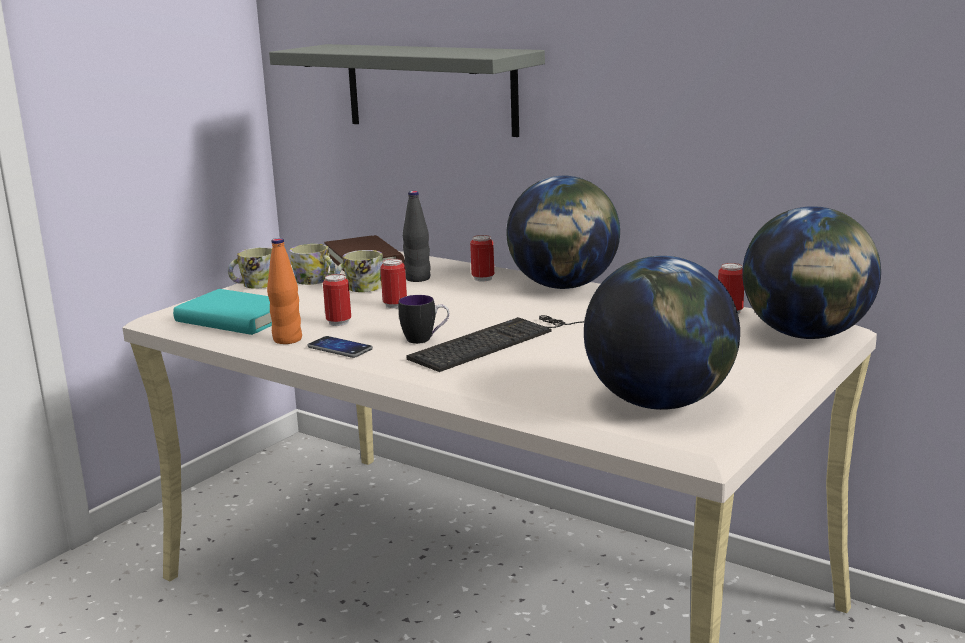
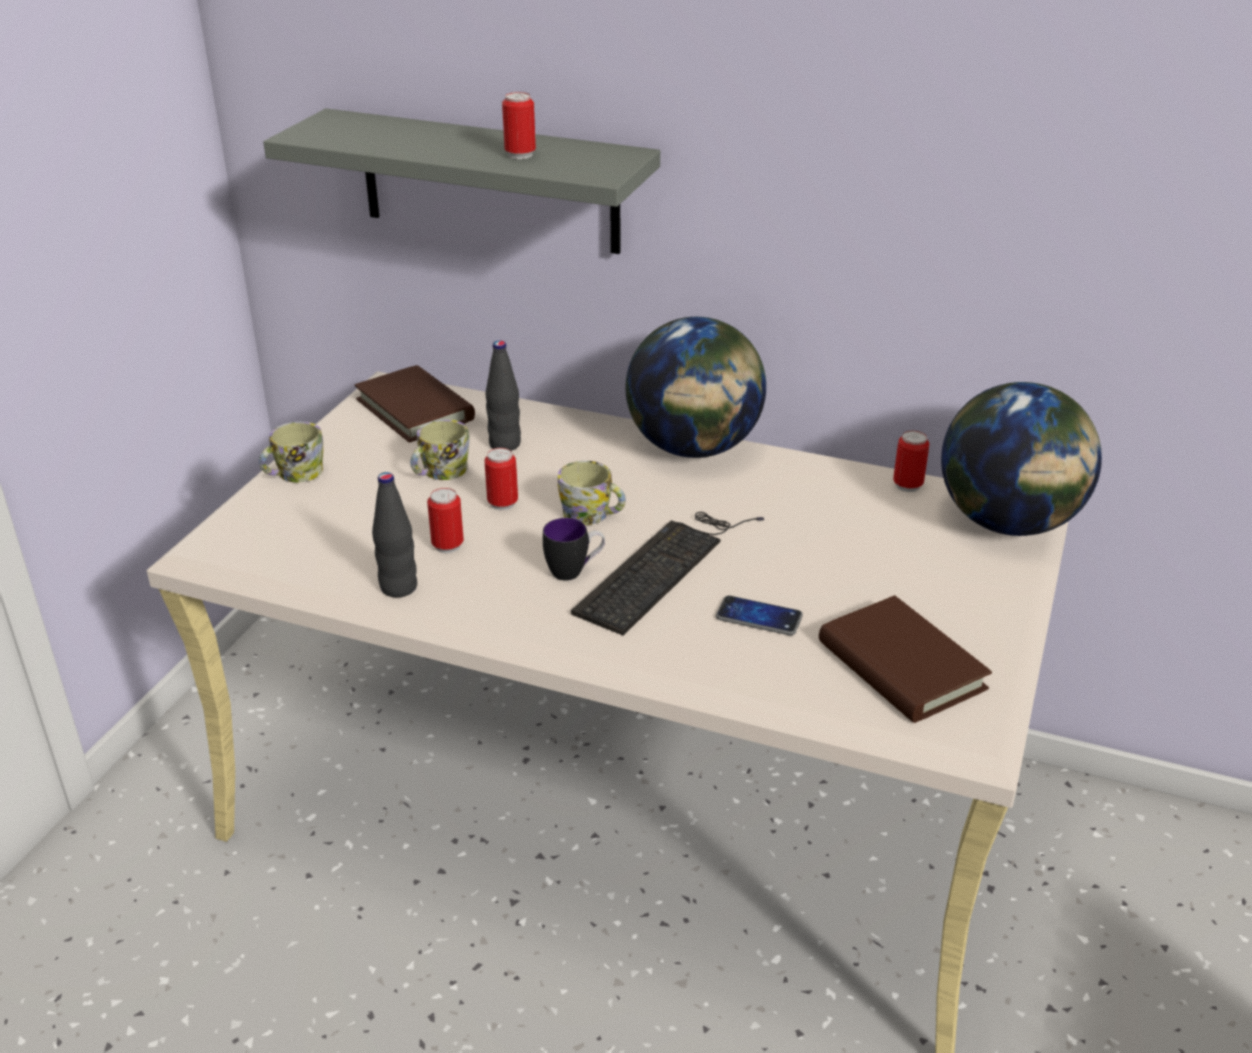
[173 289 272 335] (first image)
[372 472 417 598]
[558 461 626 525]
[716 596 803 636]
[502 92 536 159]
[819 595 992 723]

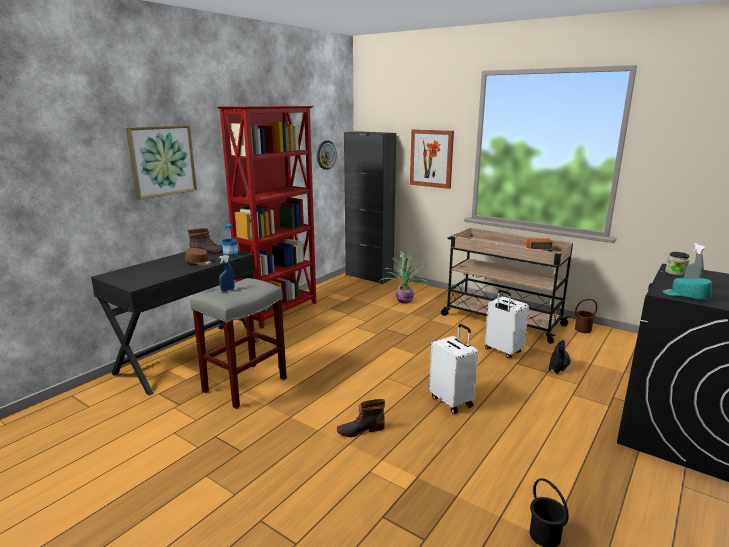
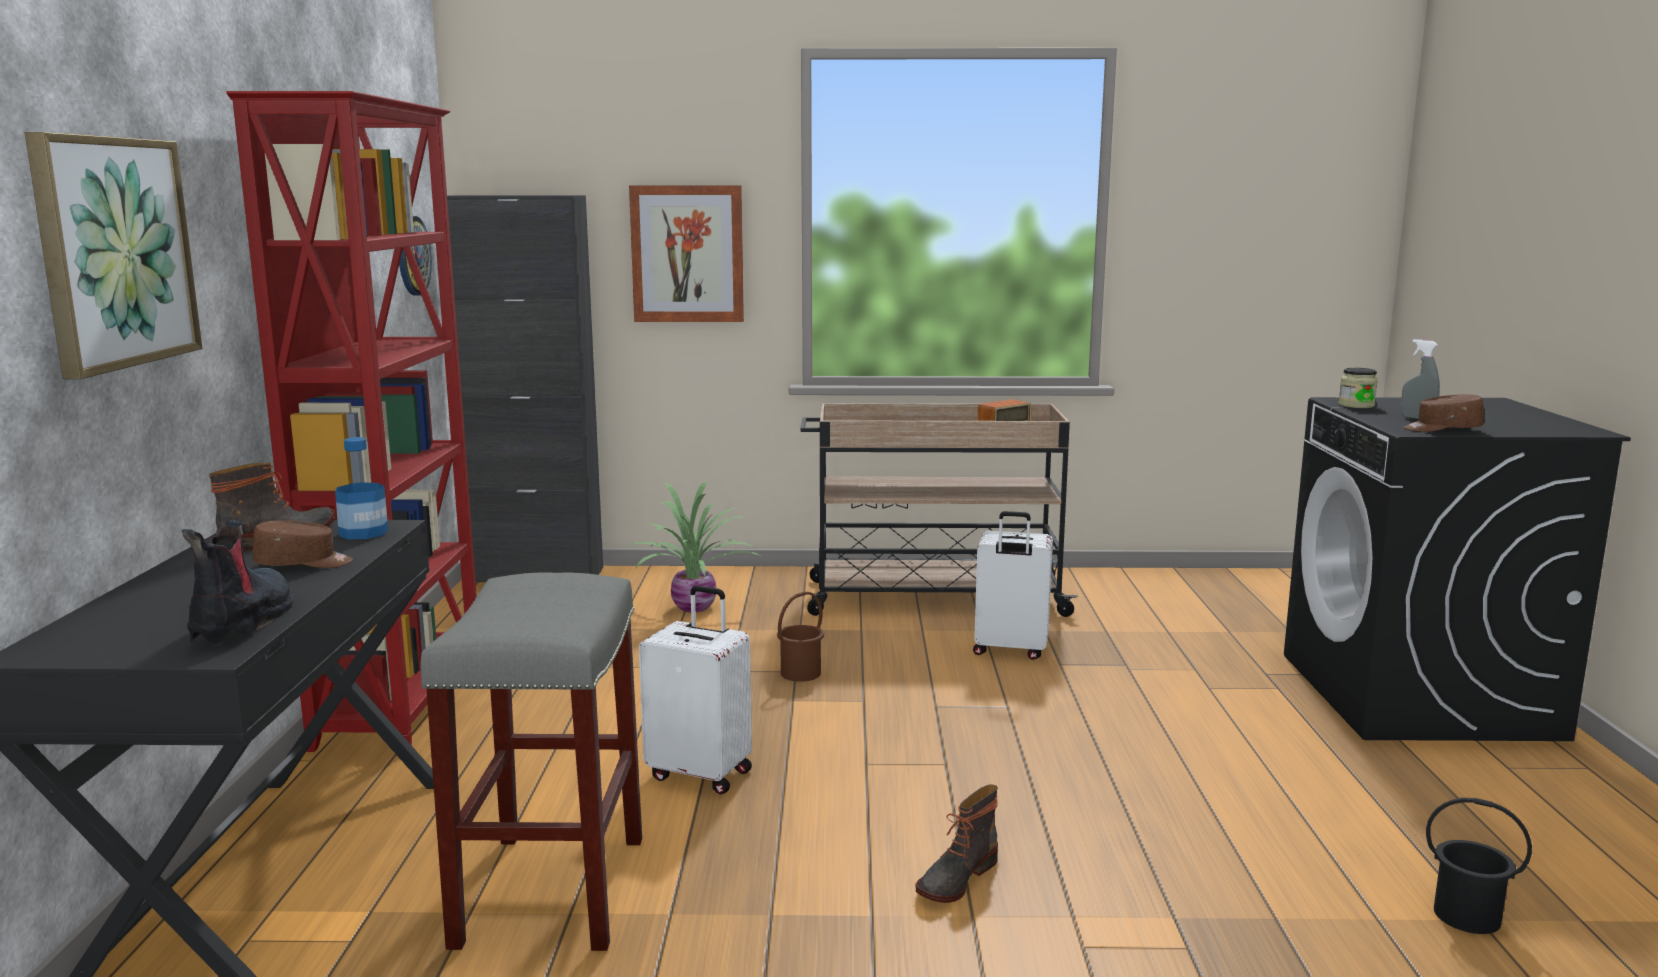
[219 255 235 291] (first image)
[639 586 752 794]
[182 520 294 646]
[777 592 824 682]
[1403 394 1484 432]

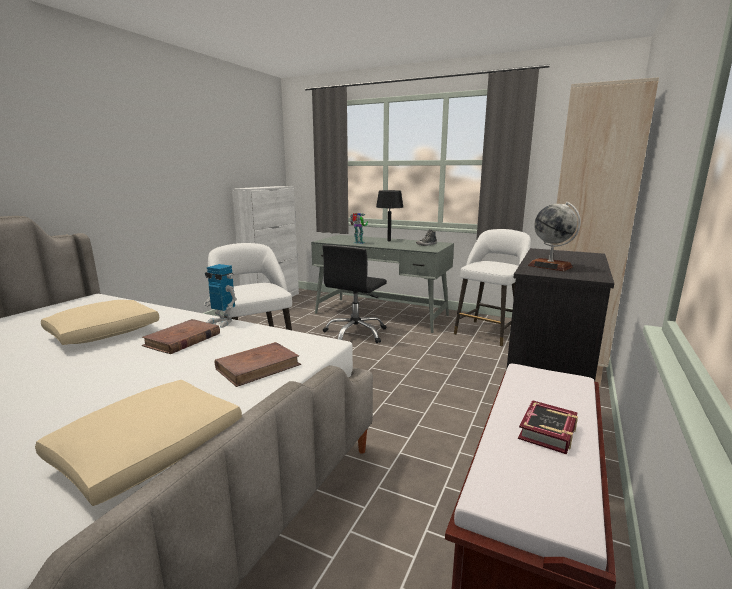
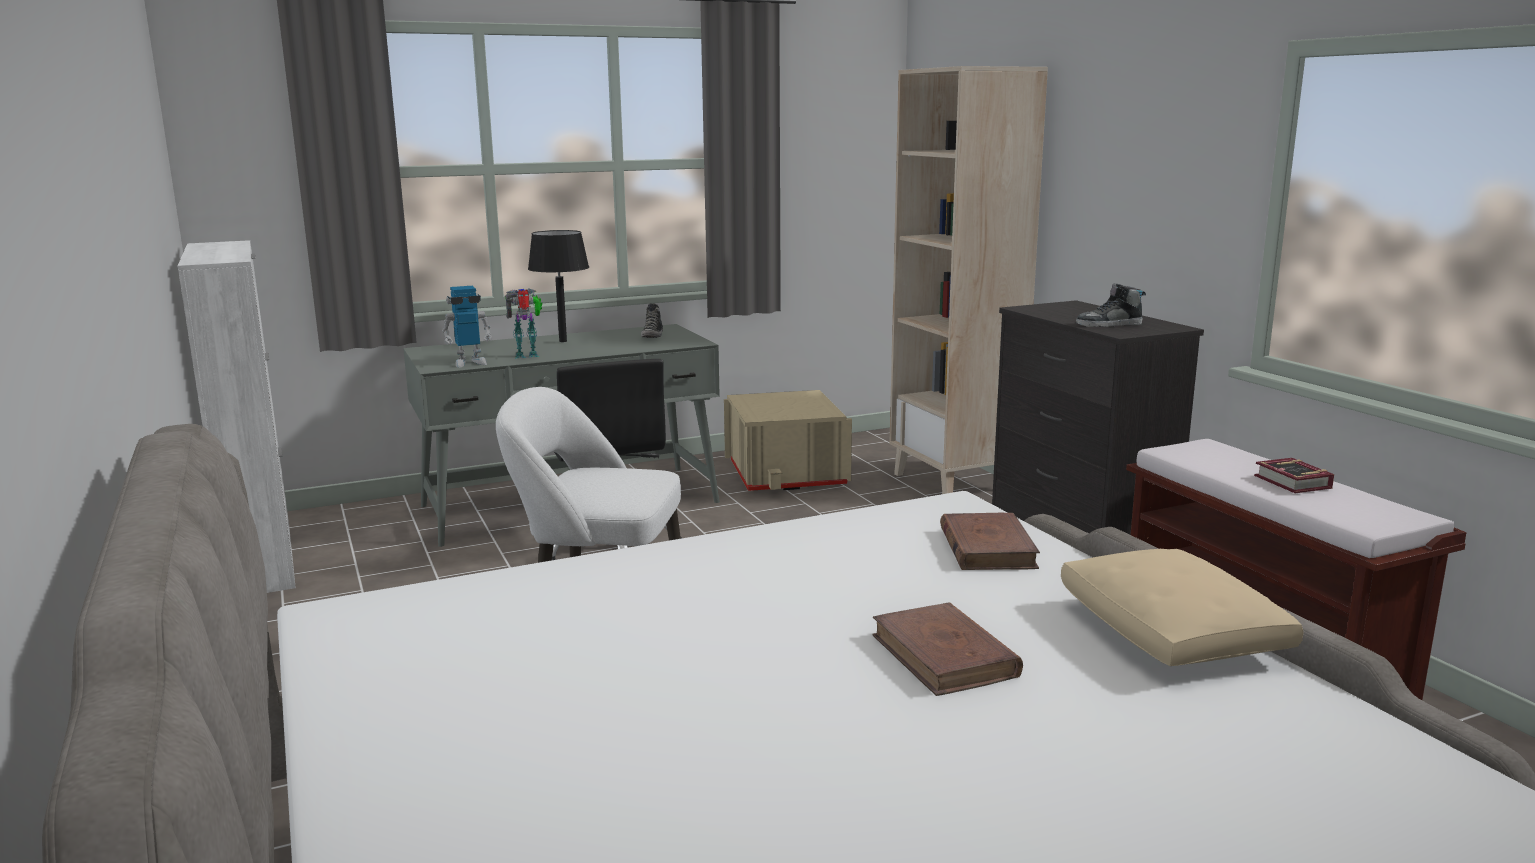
[41 300 159 345] (first image)
[872 602 1023 696]
[442 286 493 368]
[724 390 852 491]
[1076 283 1146 327]

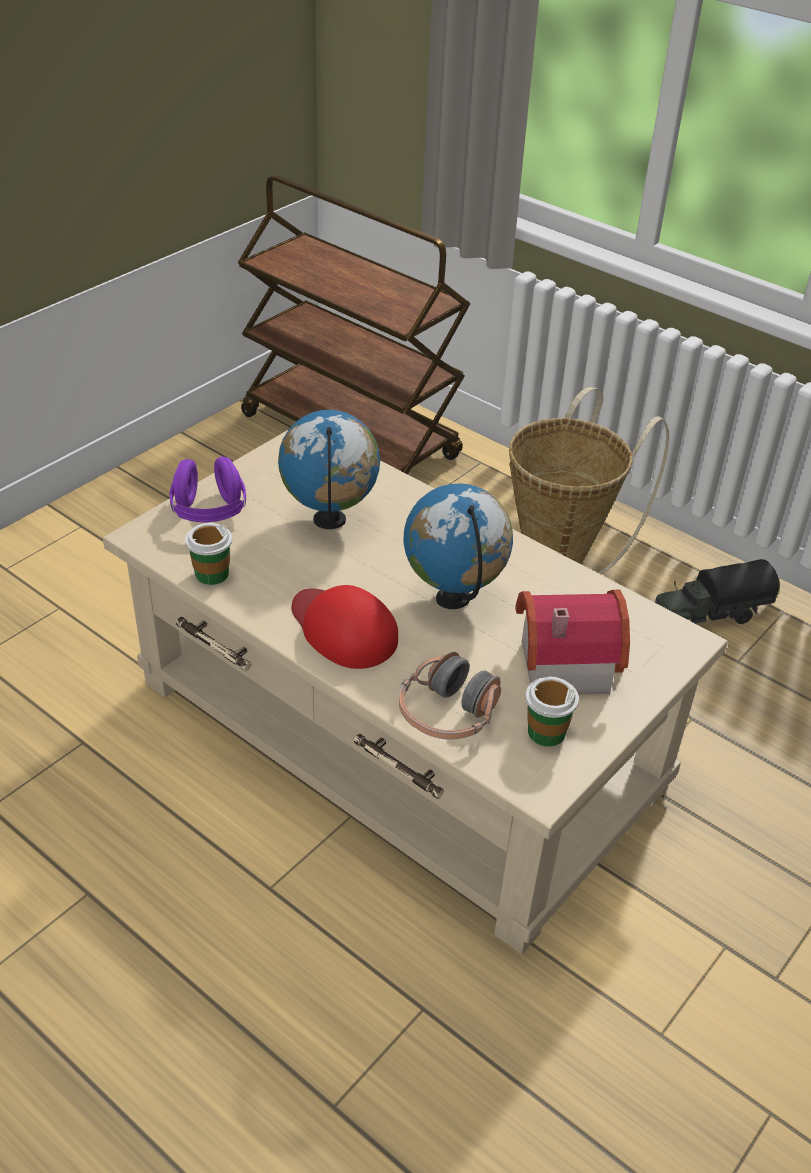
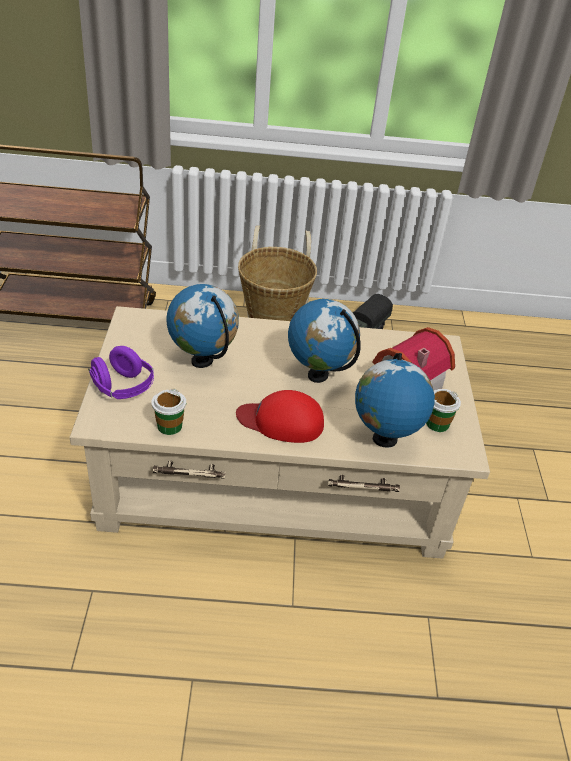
[355 353 435 448]

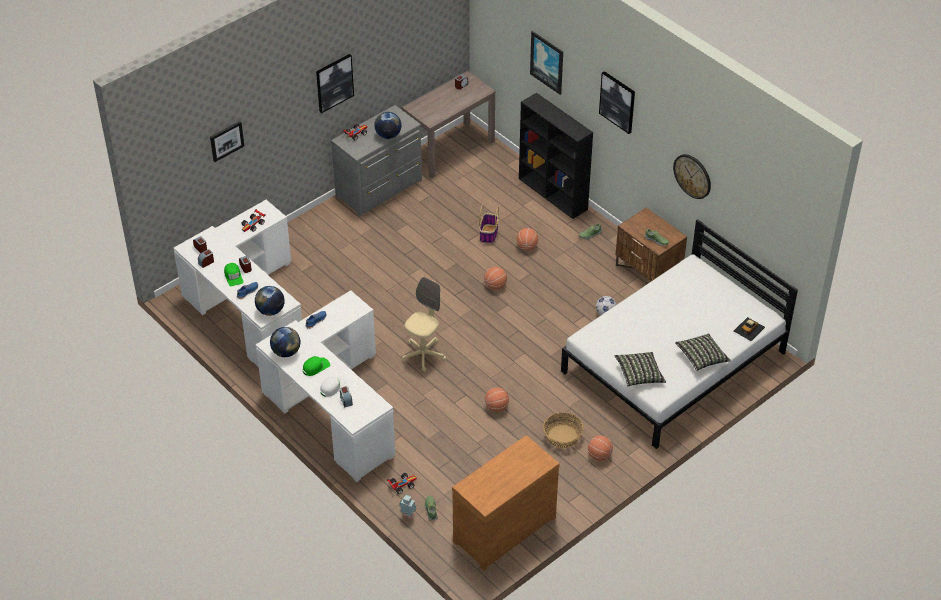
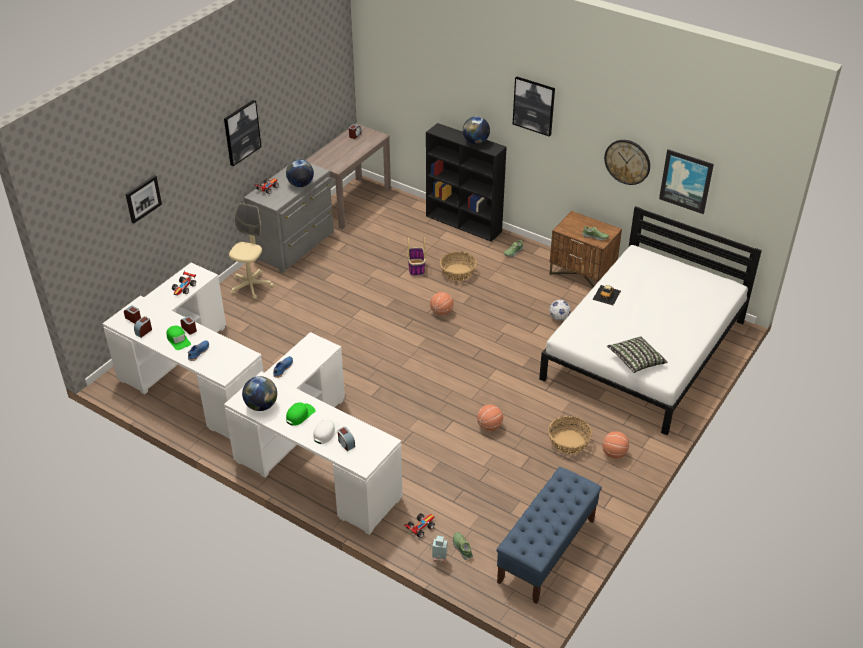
[463 116 490 144]
[229 203 274 299]
[497 467 602 604]
[440 251 477 281]
[659 149 714 214]
[675 334 731 371] (first image)
[592 285 621 305]

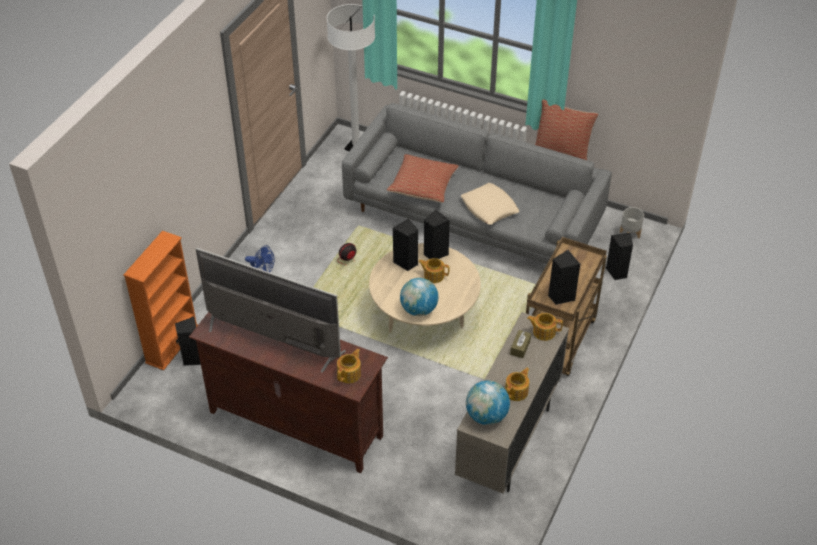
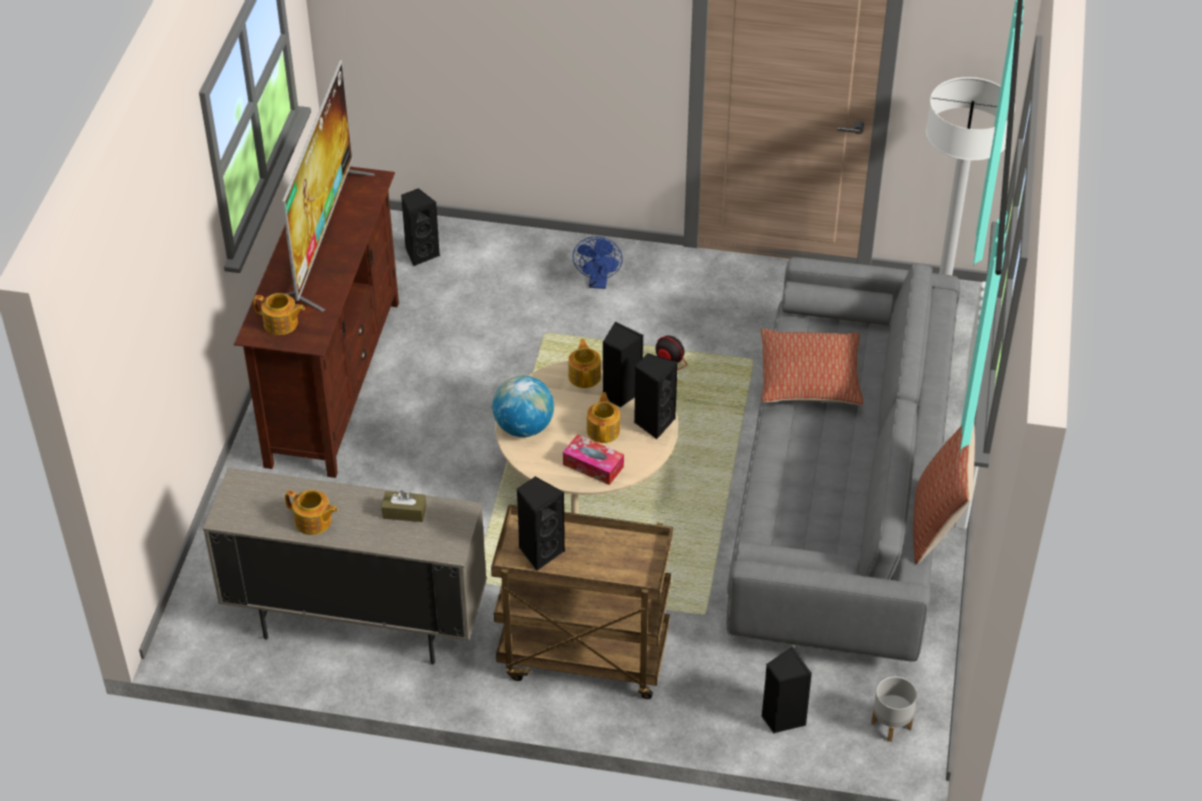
[123 231 198 371] (first image)
[461 183 520 225] (first image)
[466 381 510 425] (first image)
[568 339 601 388]
[563 434 624 485]

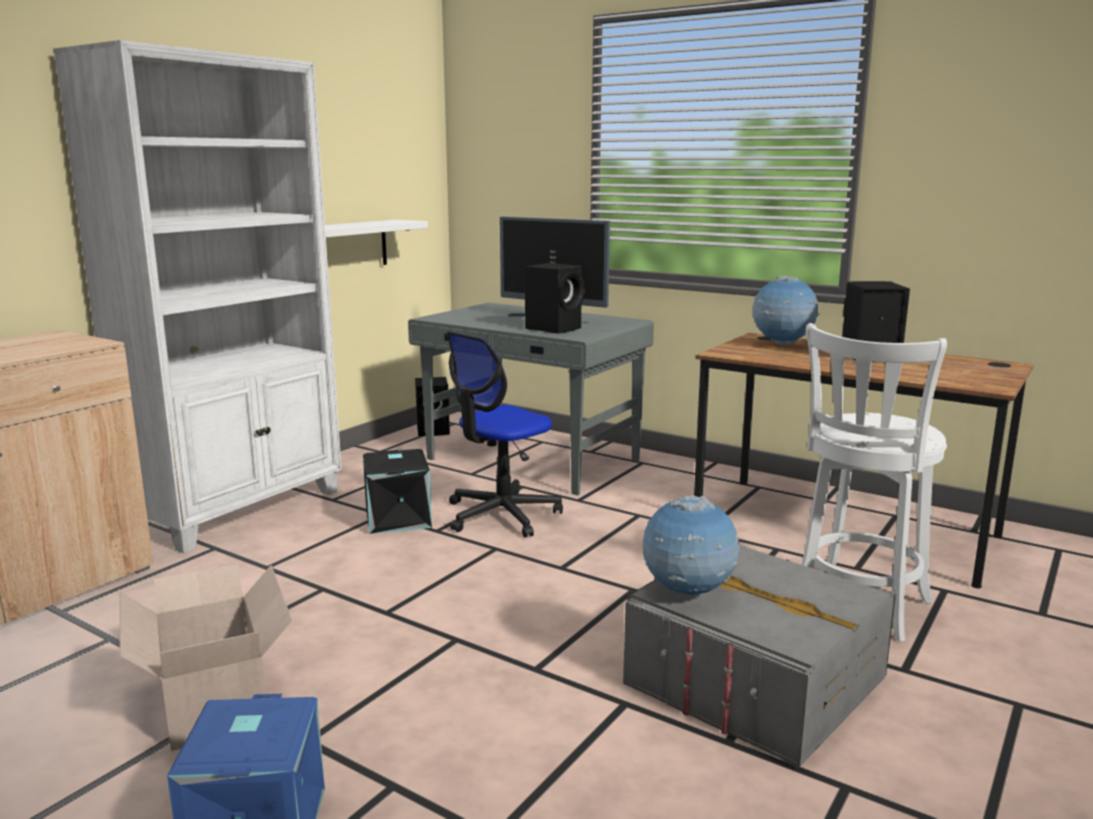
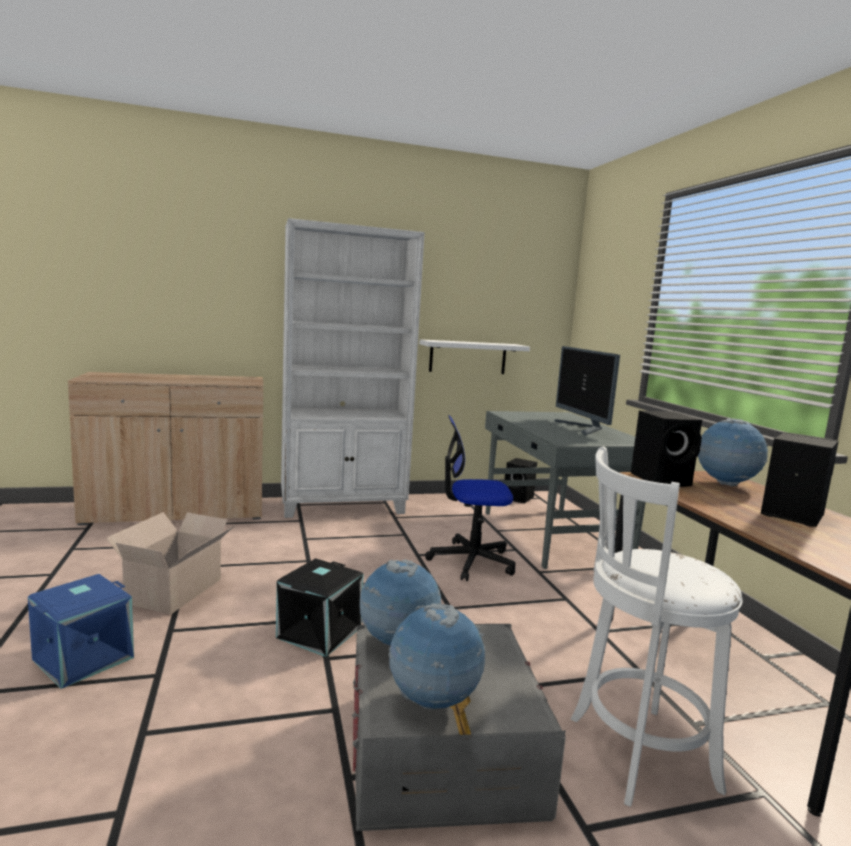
[276 558 364 657]
[631 411 702 487]
[388 603 485 709]

